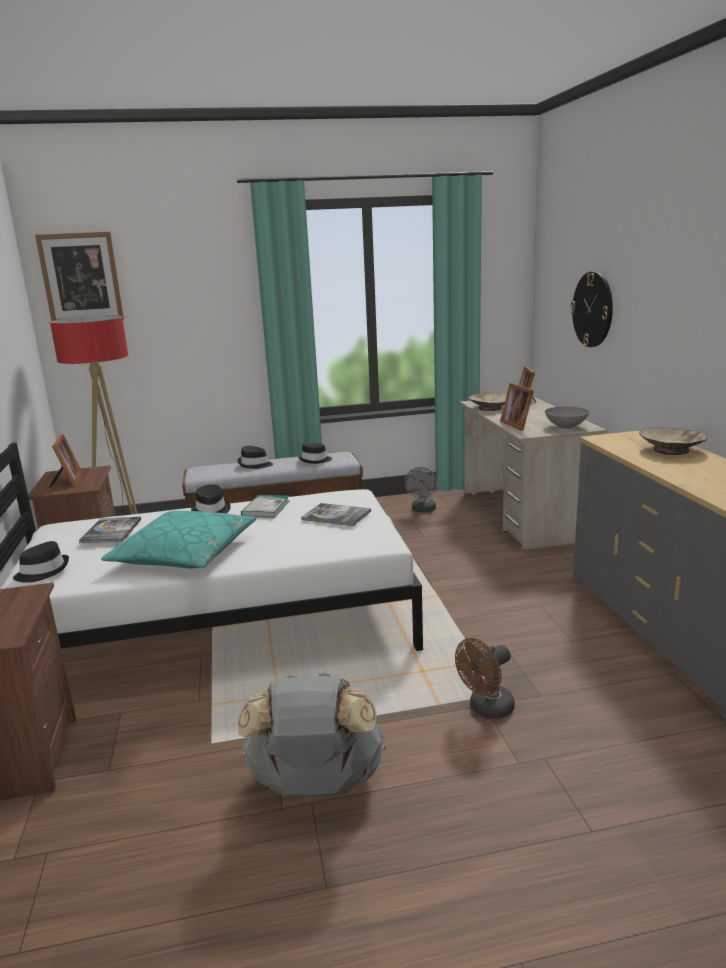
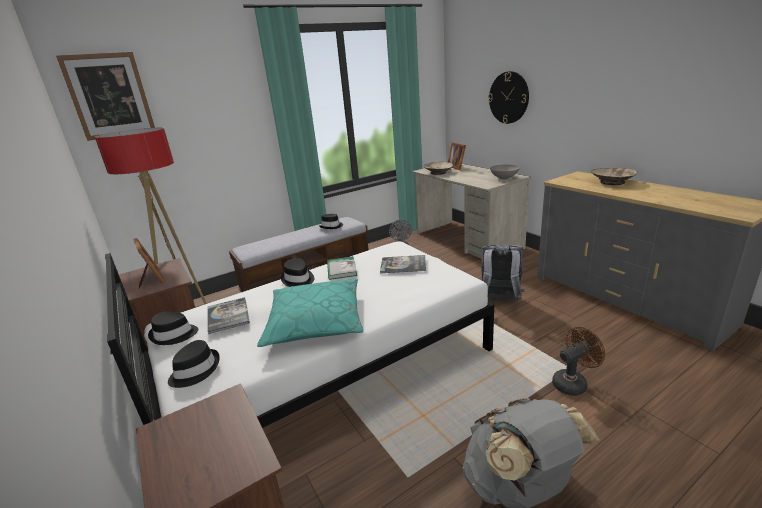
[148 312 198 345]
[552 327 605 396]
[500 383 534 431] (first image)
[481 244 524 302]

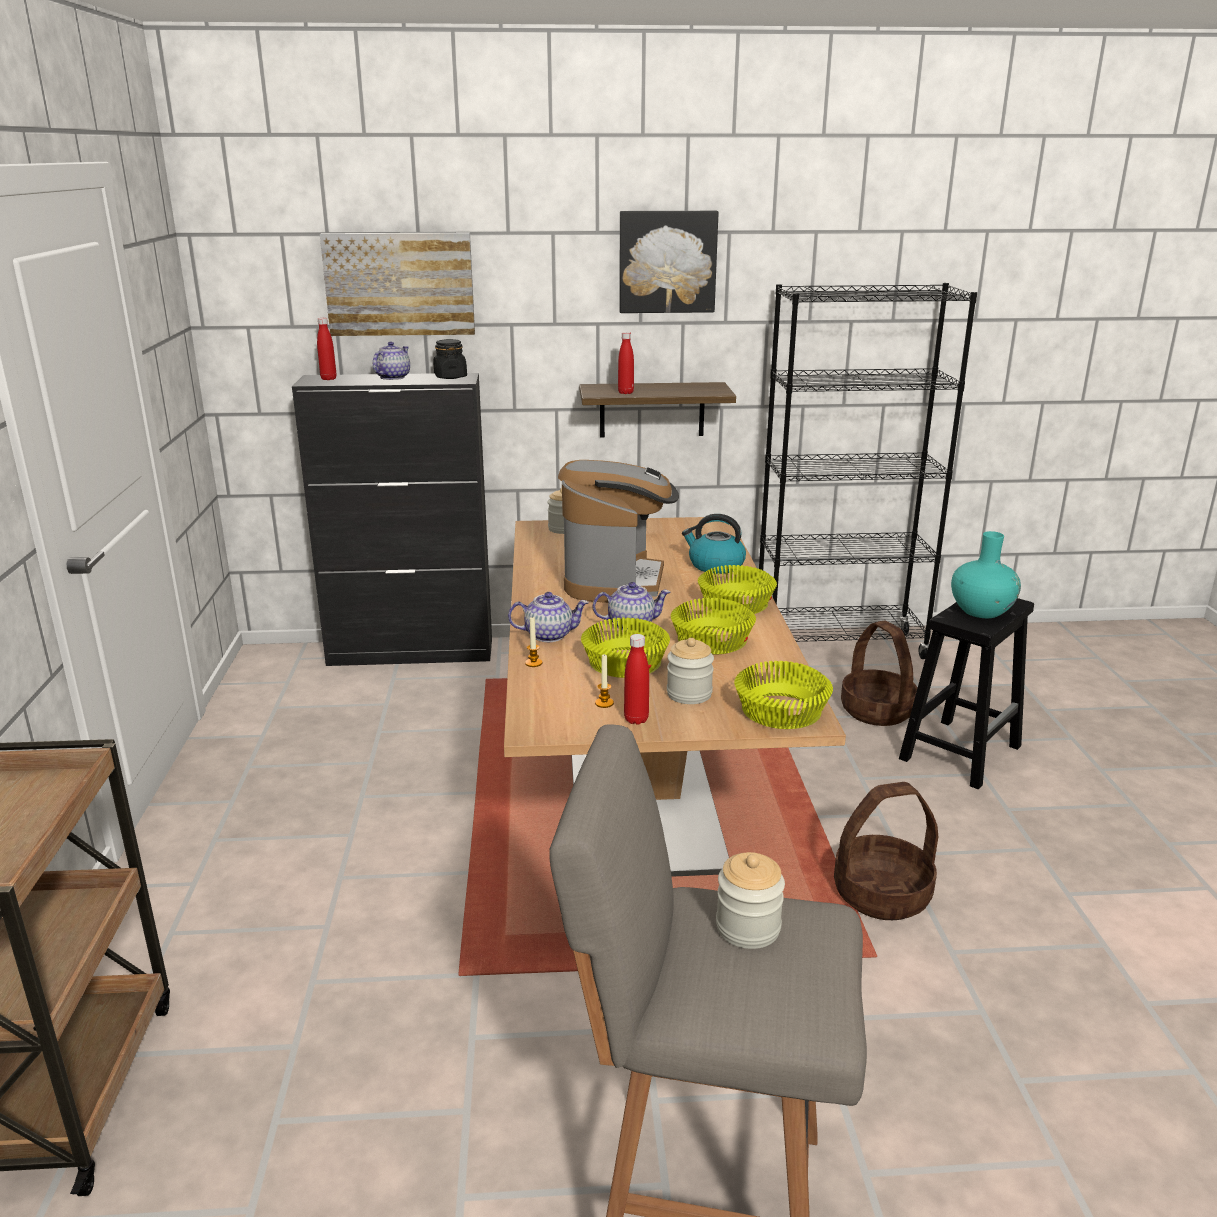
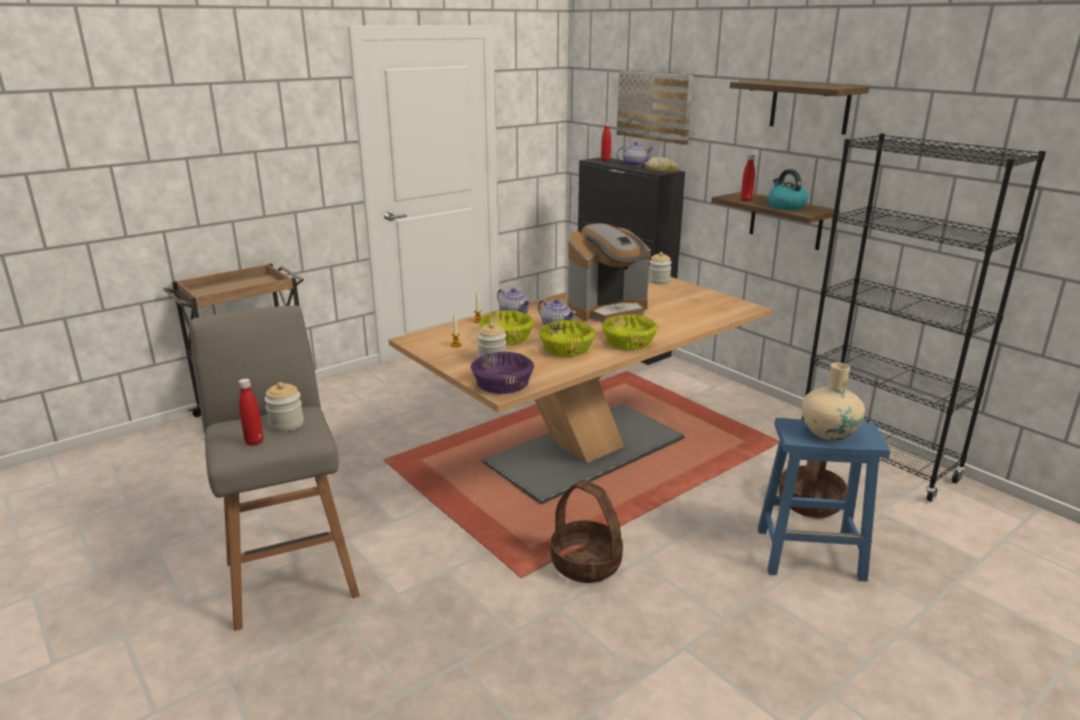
[645 157 678 172]
[730 80 869 135]
[238 379 264 446]
[768 169 808 210]
[471 352 534 394]
[757 418 890 581]
[802 362 865 440]

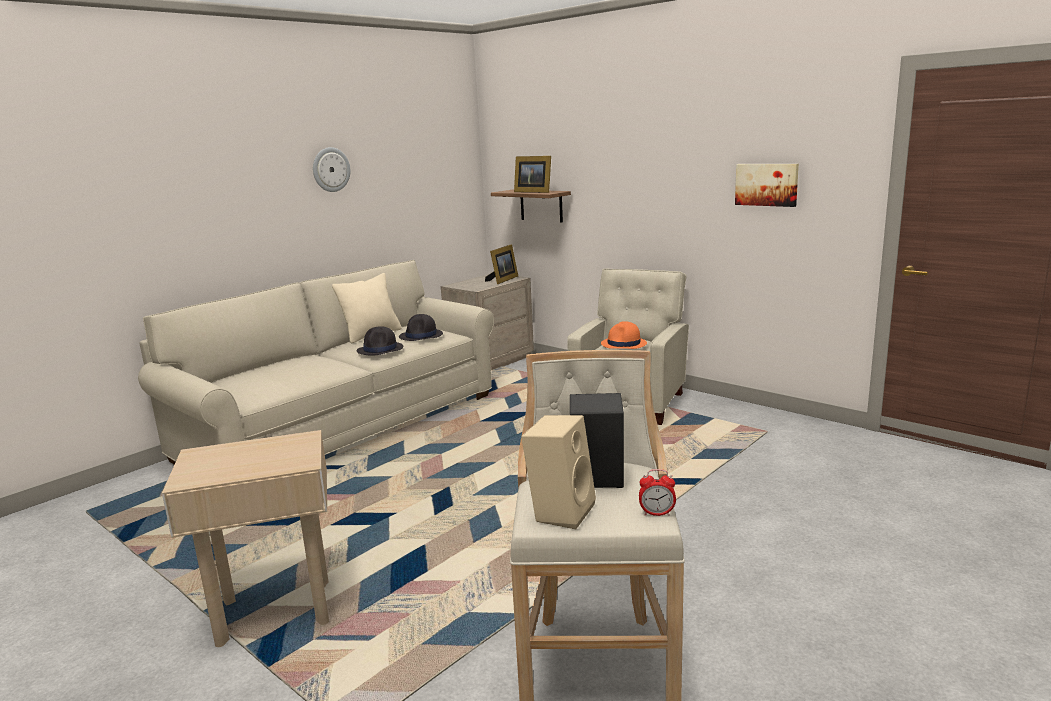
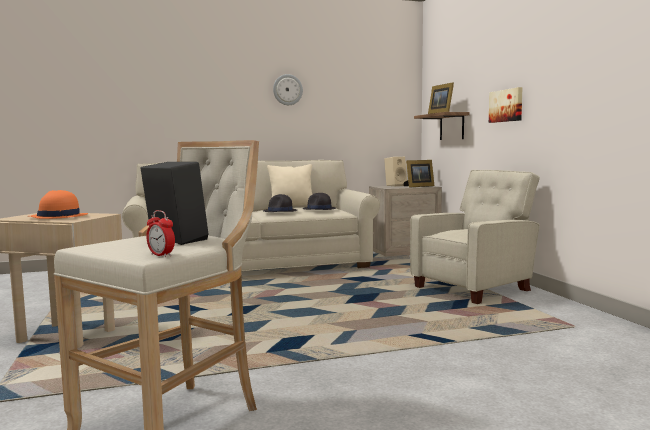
[384 157 407 187]
[30 190 88 219]
[489 87 523 123]

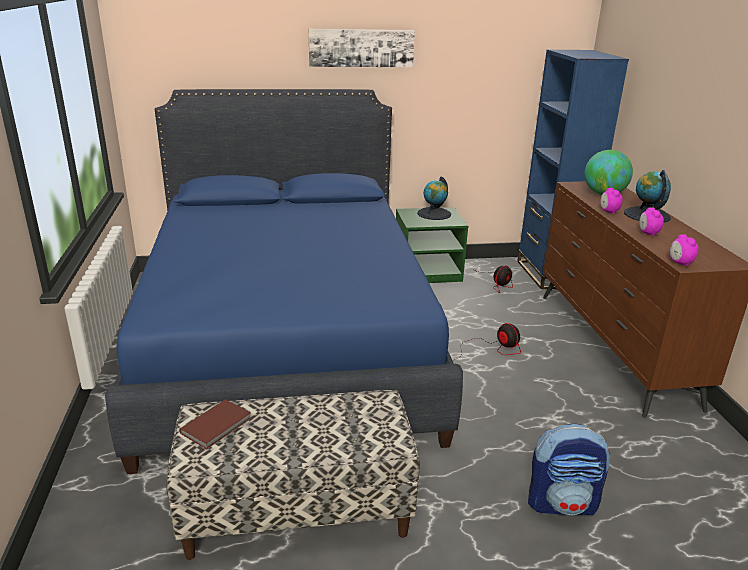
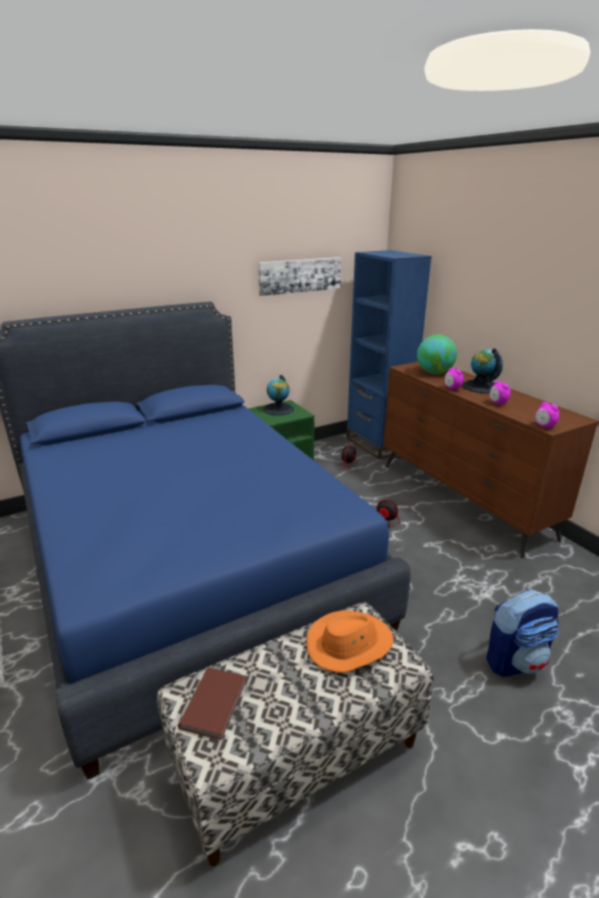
[258 257 341 296]
[306 610 394 673]

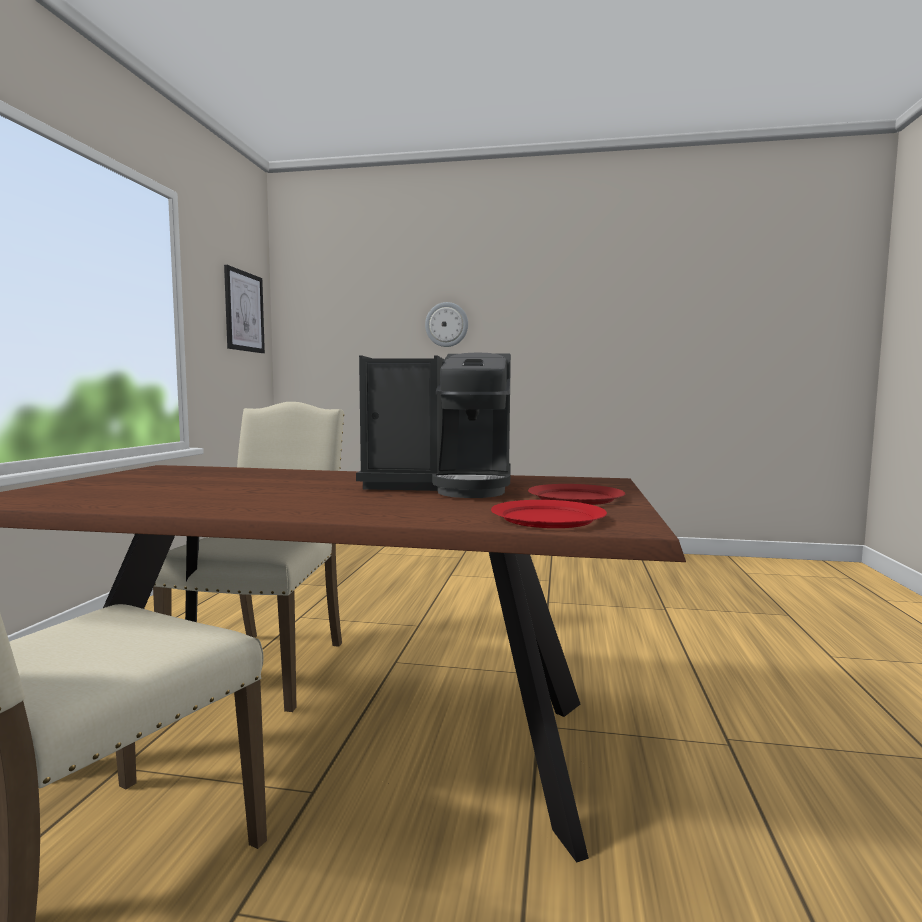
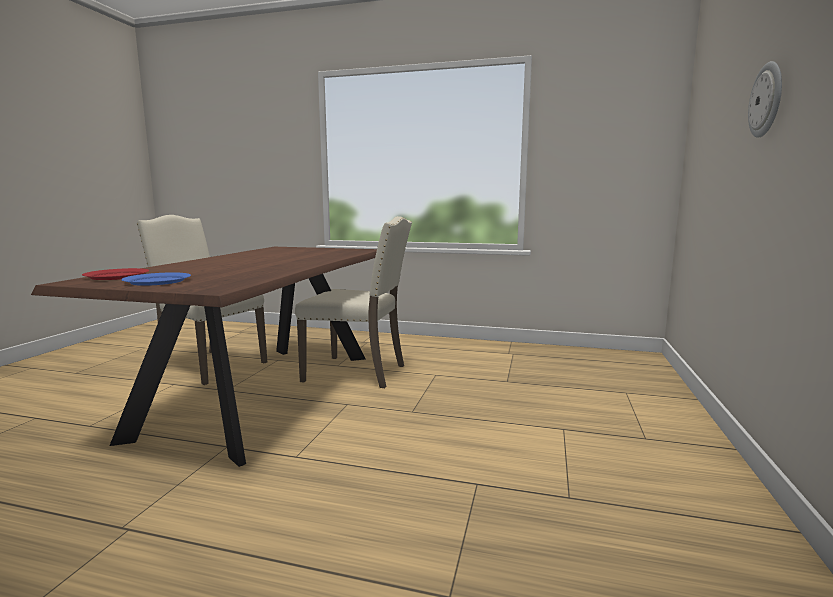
[224 265 265 353] (first image)
[356 353 511 498] (first image)
[121 272 191 286]

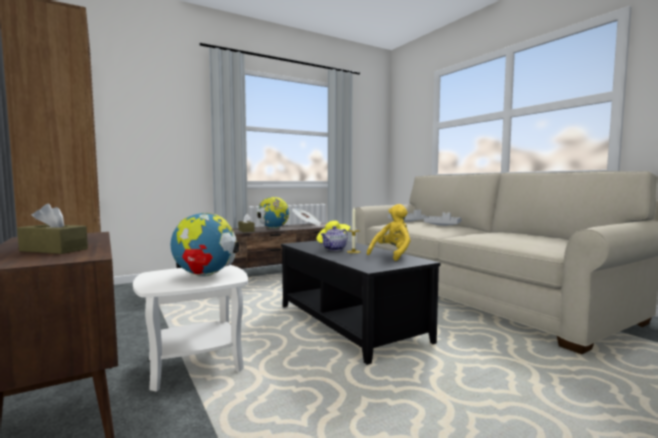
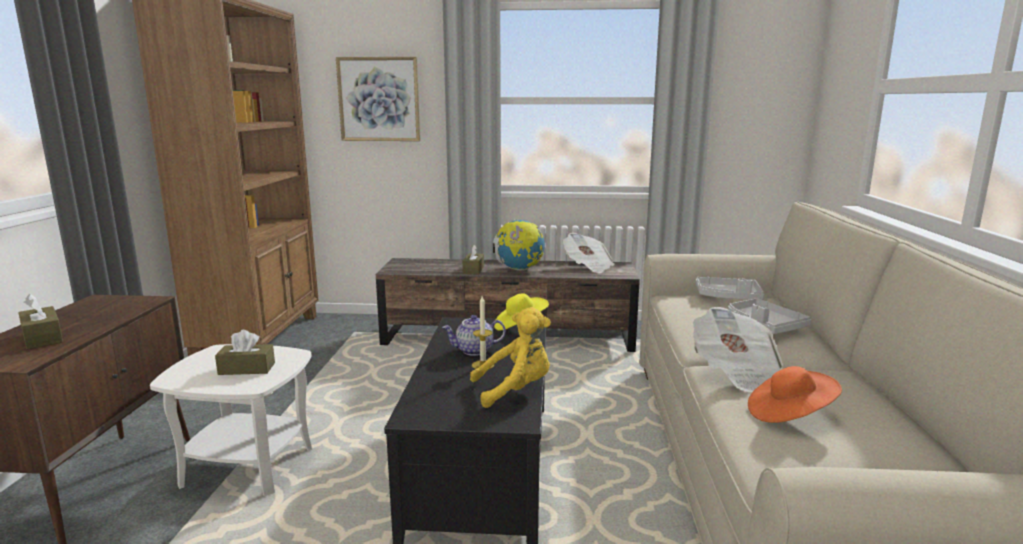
[215 330 275 375]
[336 57 420 141]
[693 307 783 393]
[748 366 842 423]

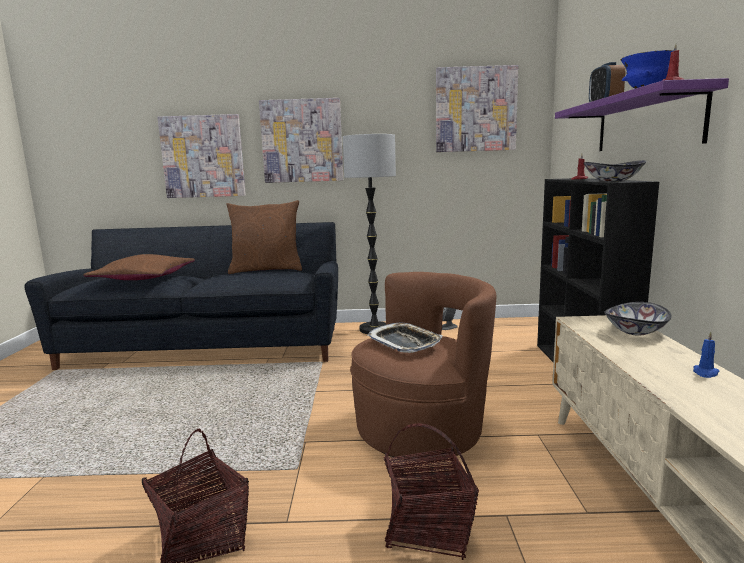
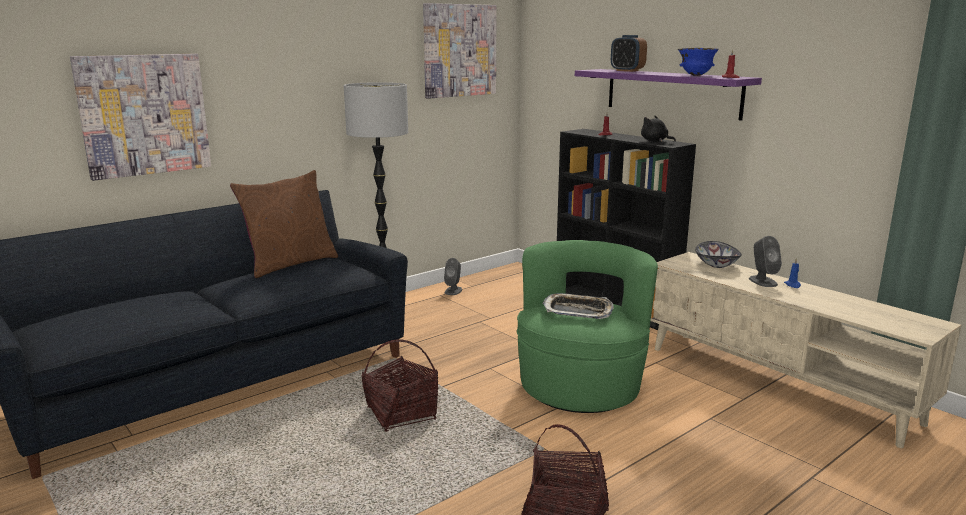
[83 254 195 280] (first image)
[259 98 343 183] (first image)
[517 240 658 413]
[362 340 438 432]
[641 116 676 142]
[749 236 782 287]

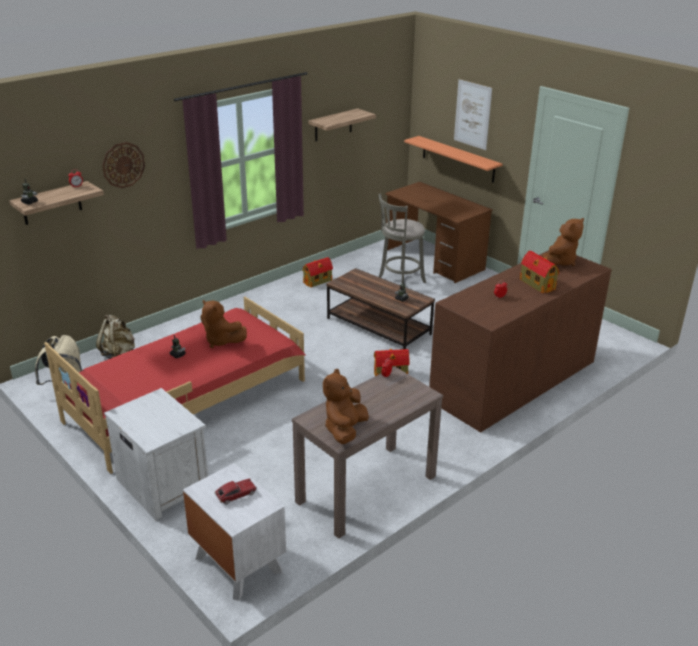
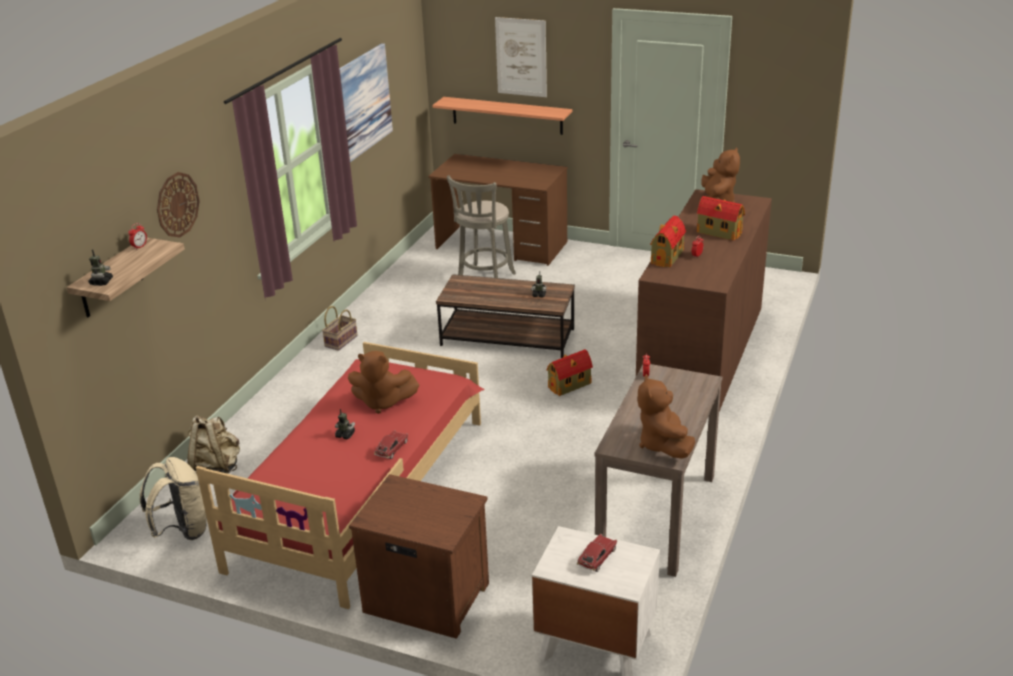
[349 474 489 639]
[650 216 686 267]
[339 43 393 162]
[322 306 358 351]
[374 430 408 459]

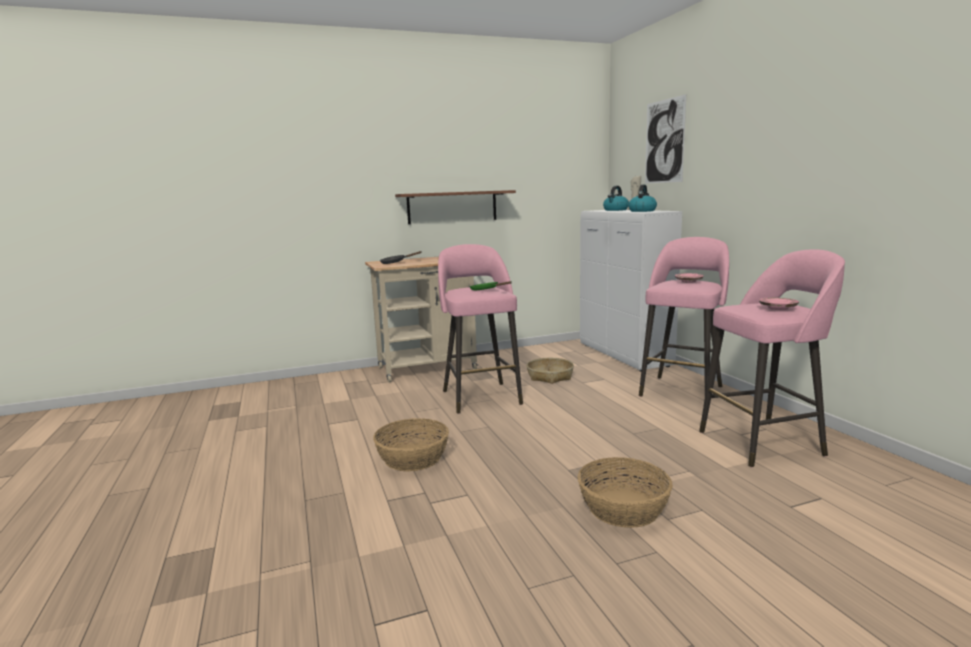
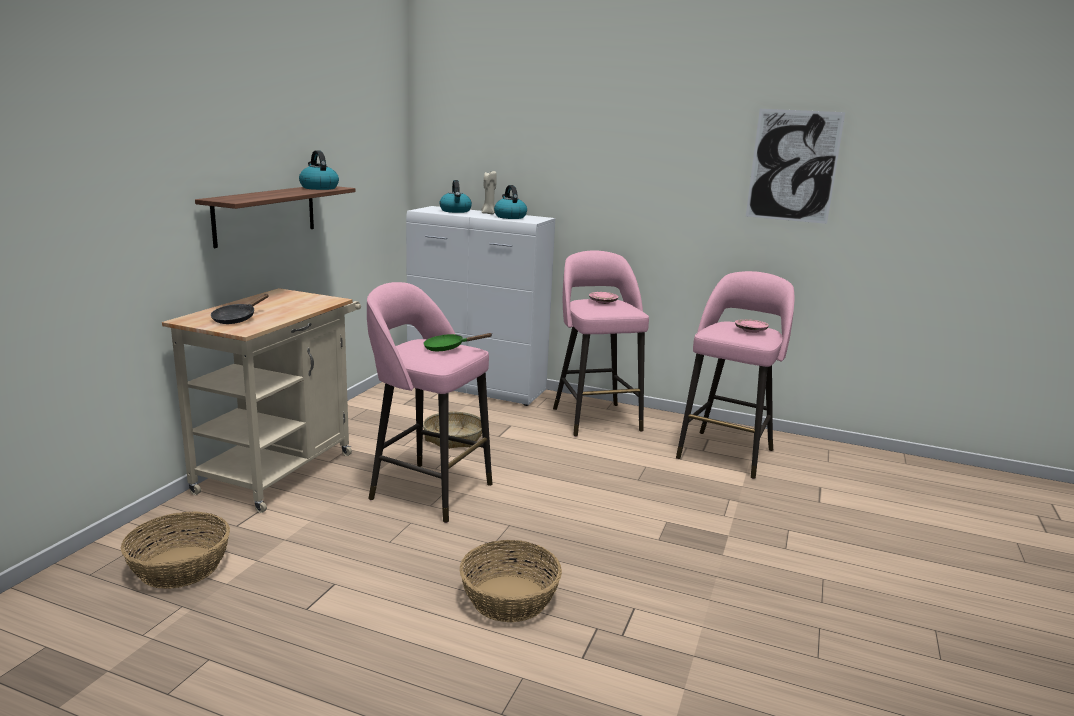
[121 511 230 589]
[746 109 845 224]
[299 150 339 190]

